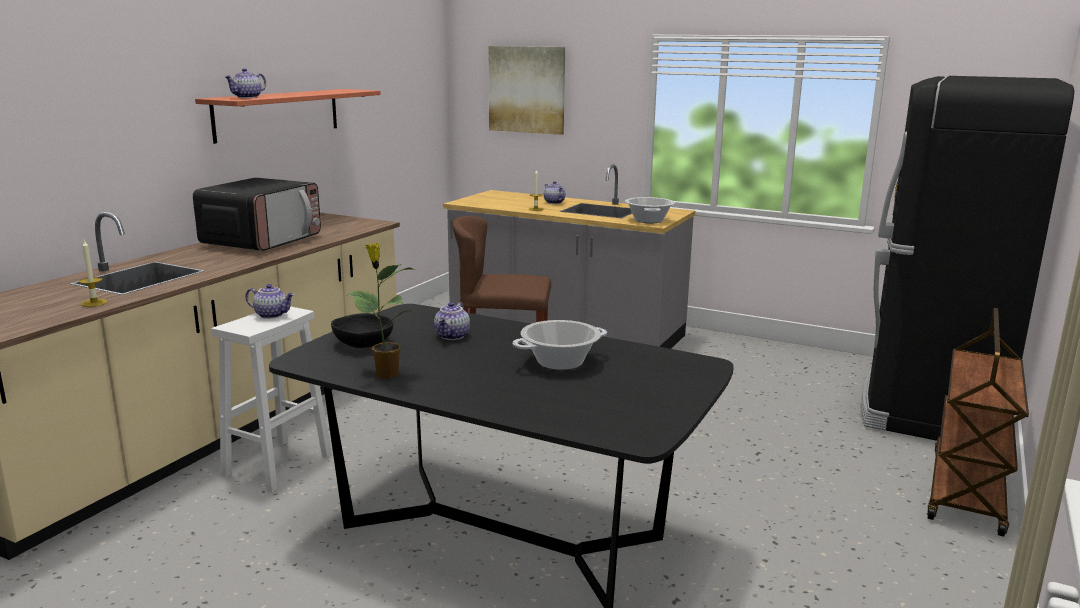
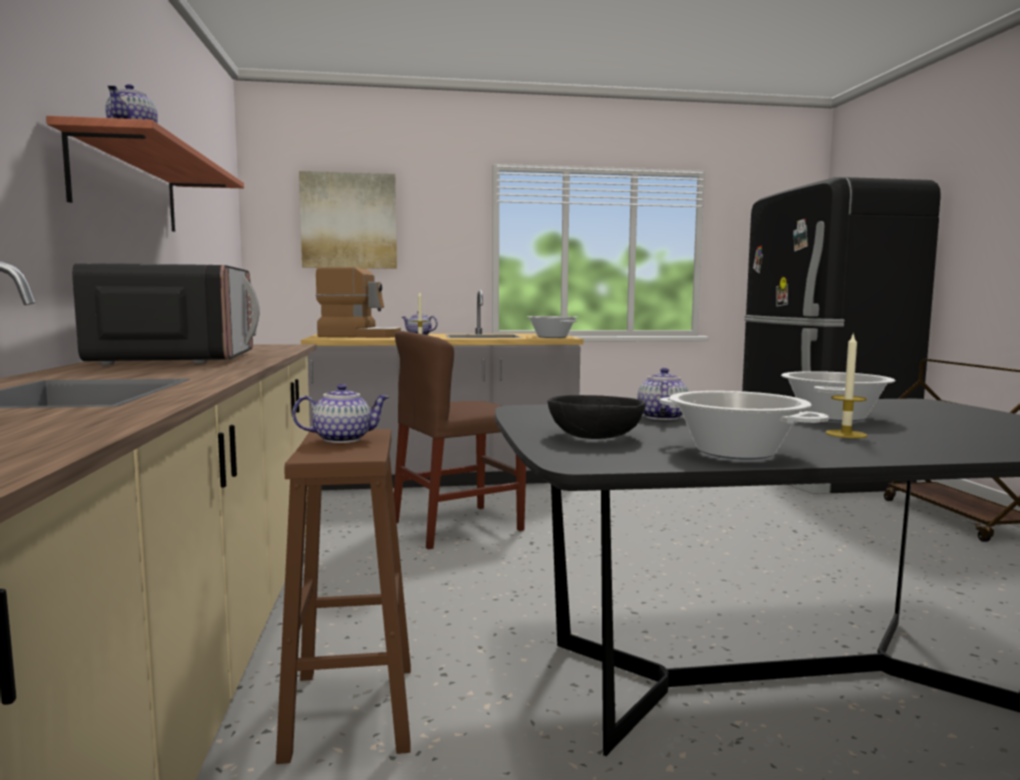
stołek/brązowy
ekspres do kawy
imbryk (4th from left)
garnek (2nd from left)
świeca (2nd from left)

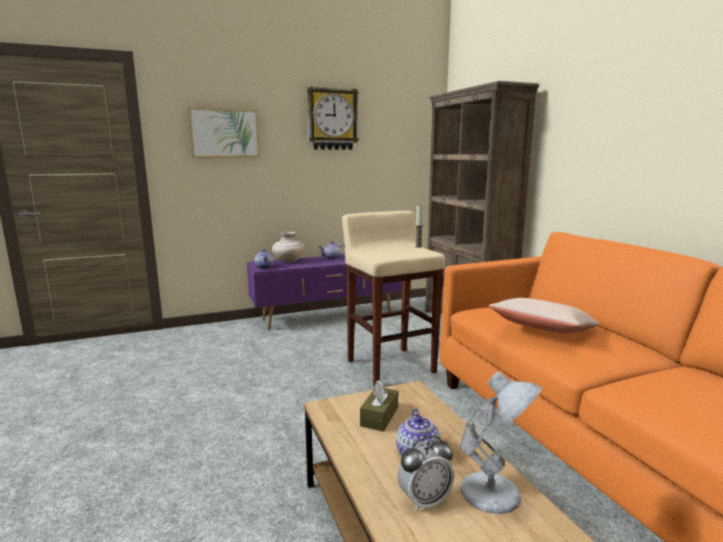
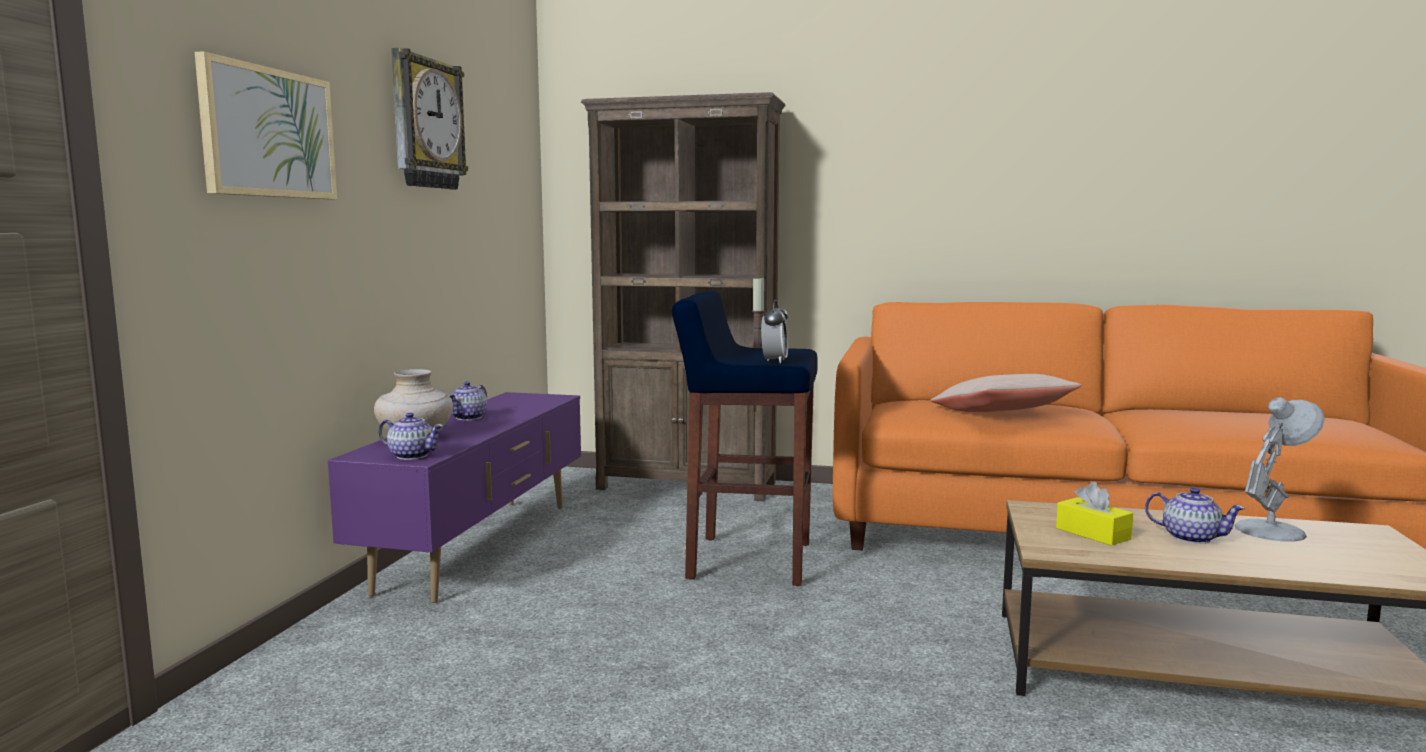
stołek/niebieski
budzik
pudełko chusteczek/żółty

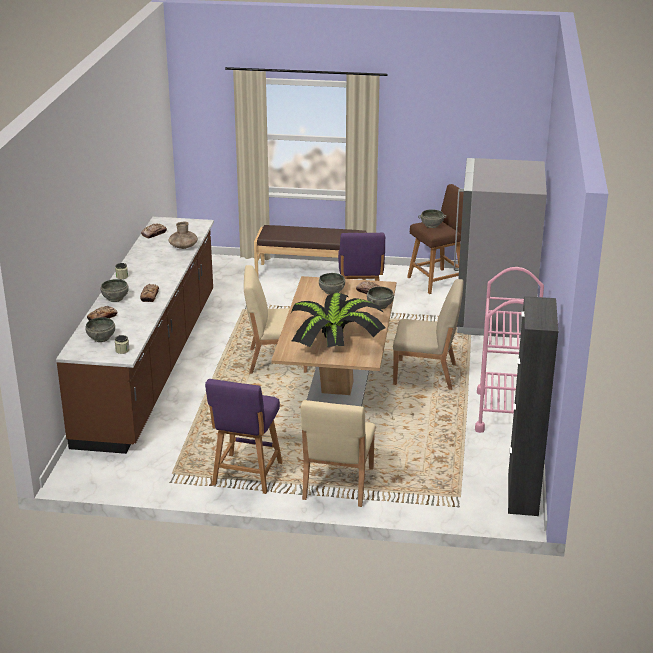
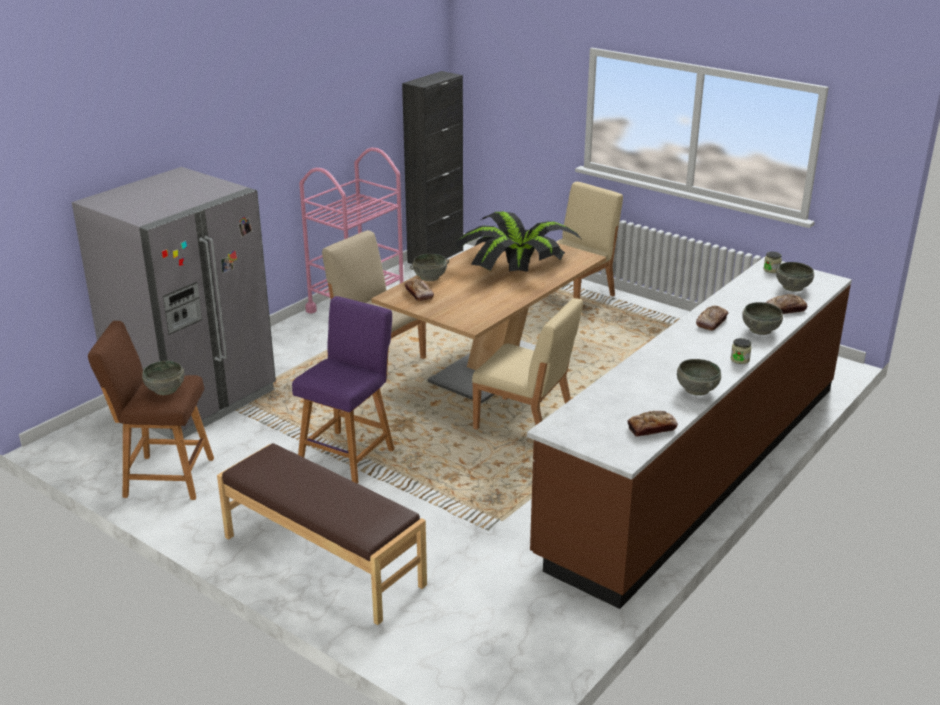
miska/szary (3rd from left)
wazon/brązowy
stołek/fioletowy (1st from left in the first image)

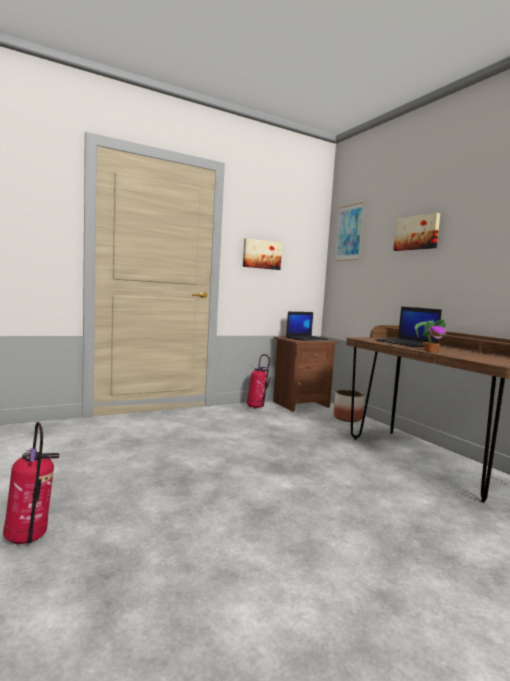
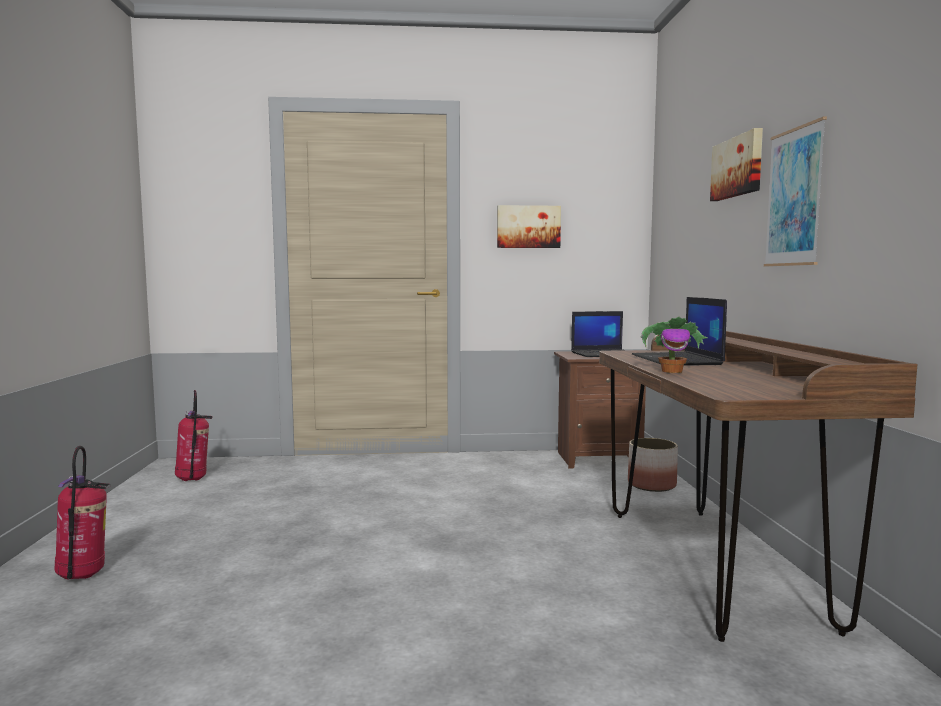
gaśnica (2nd from left)
obraz (3rd from left)

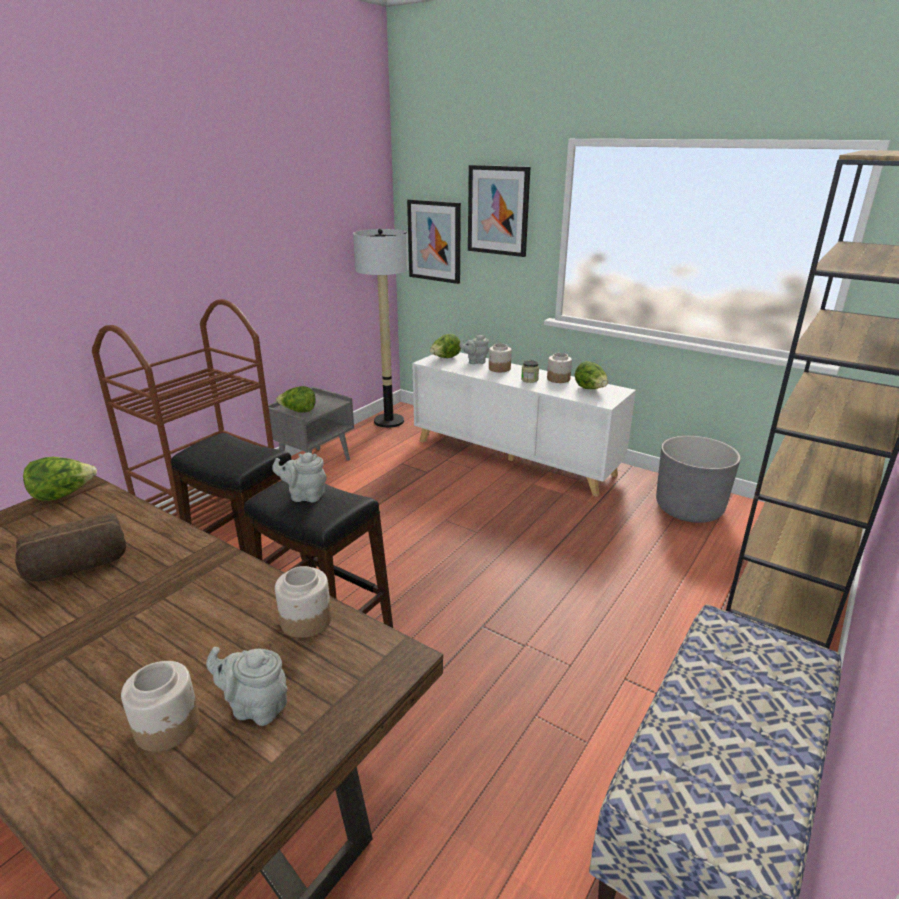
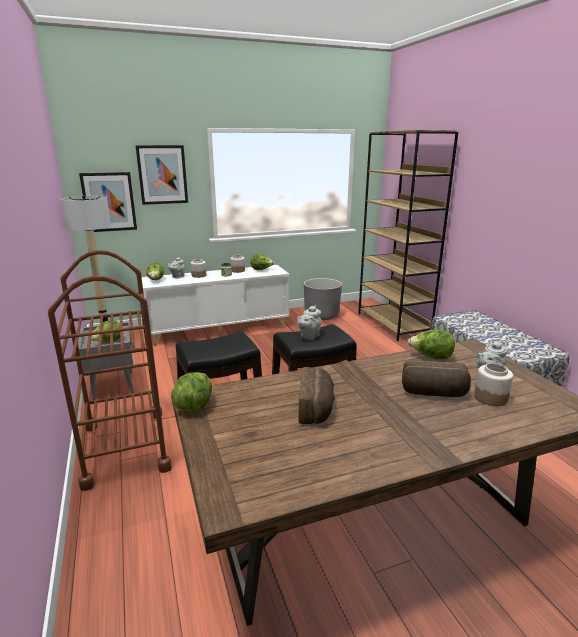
chleb (2nd from left)
sałata (5th from left)

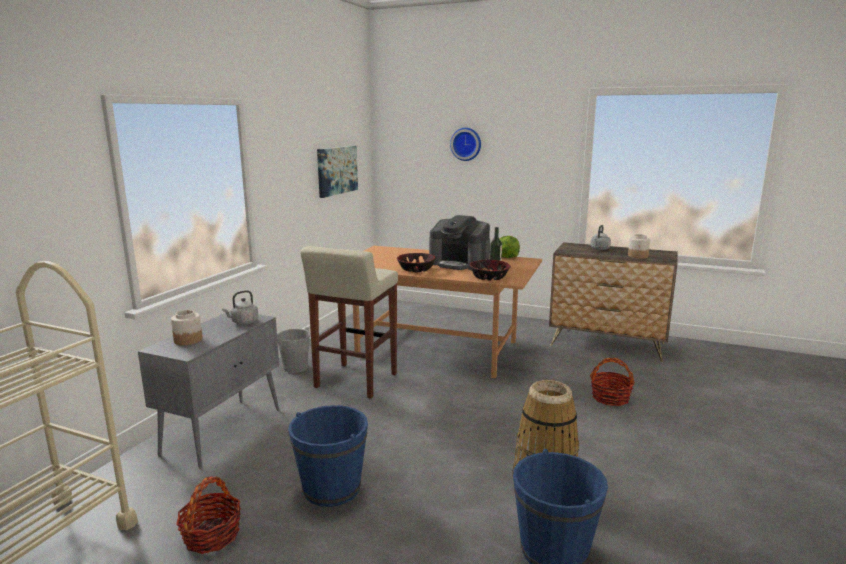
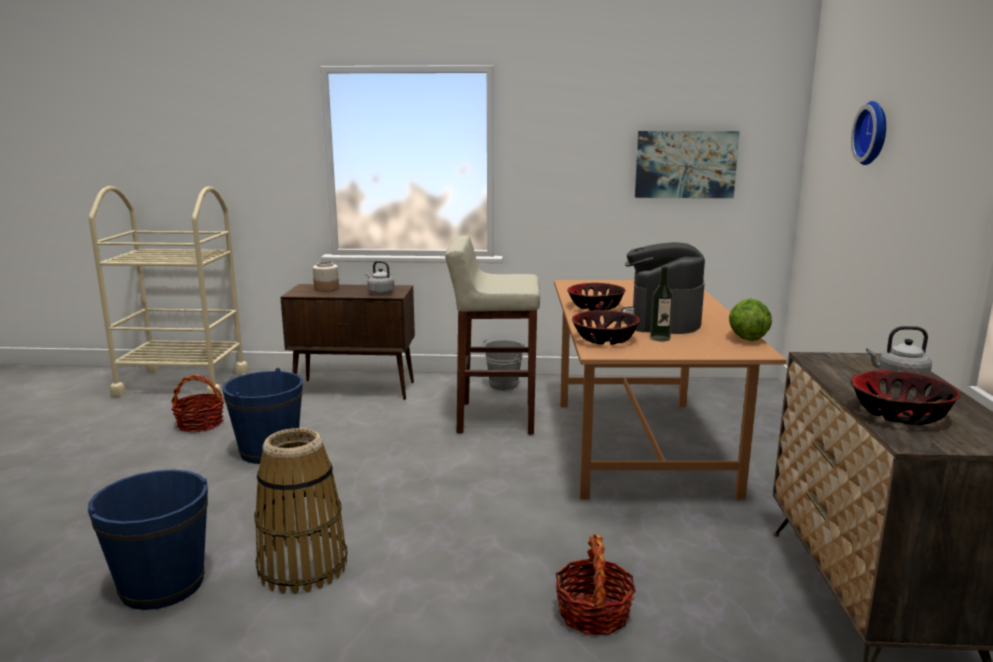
szafka/brązowy
miska (3rd from left)

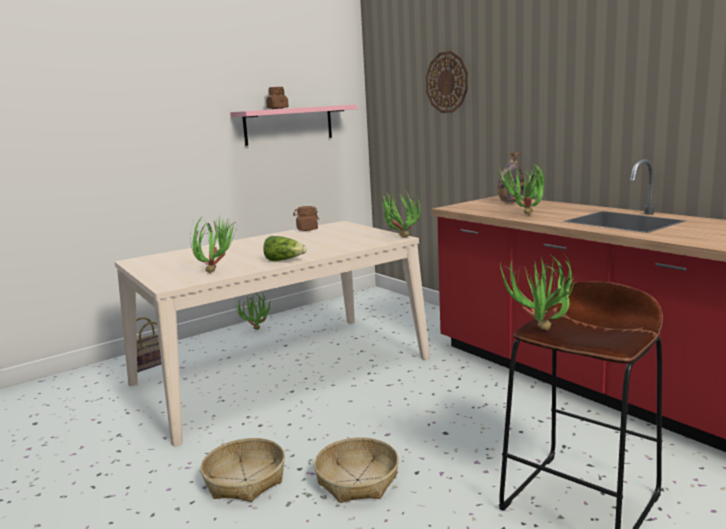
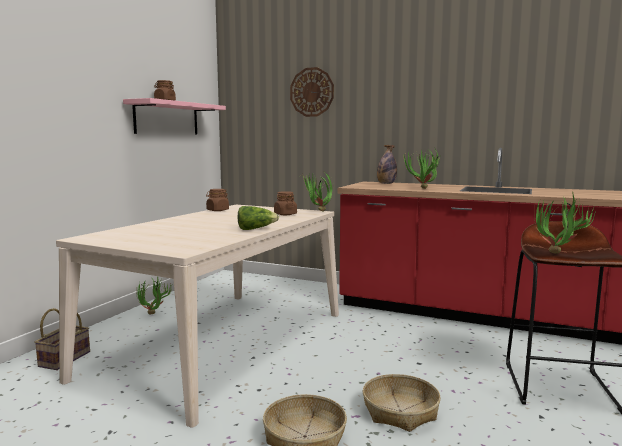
słoik/brązowy (3rd from left)
roślina doniczkowa (1st from left in the first image)

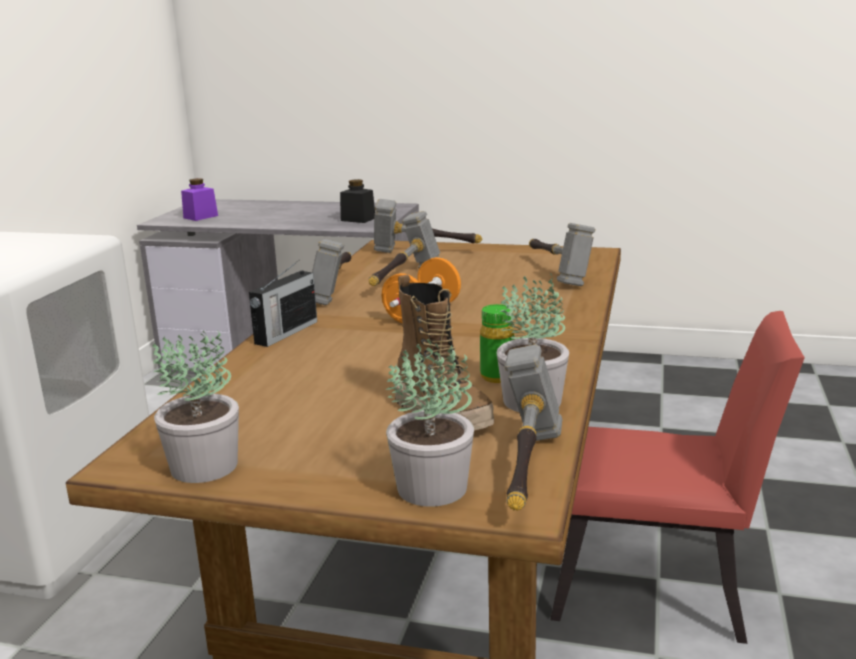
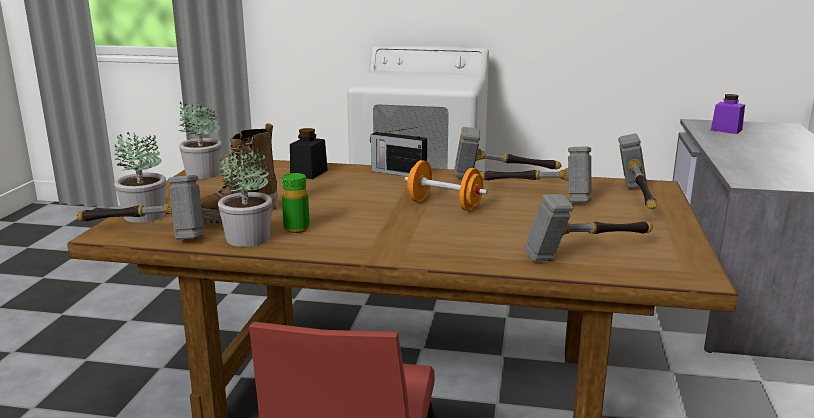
słoik/czarny

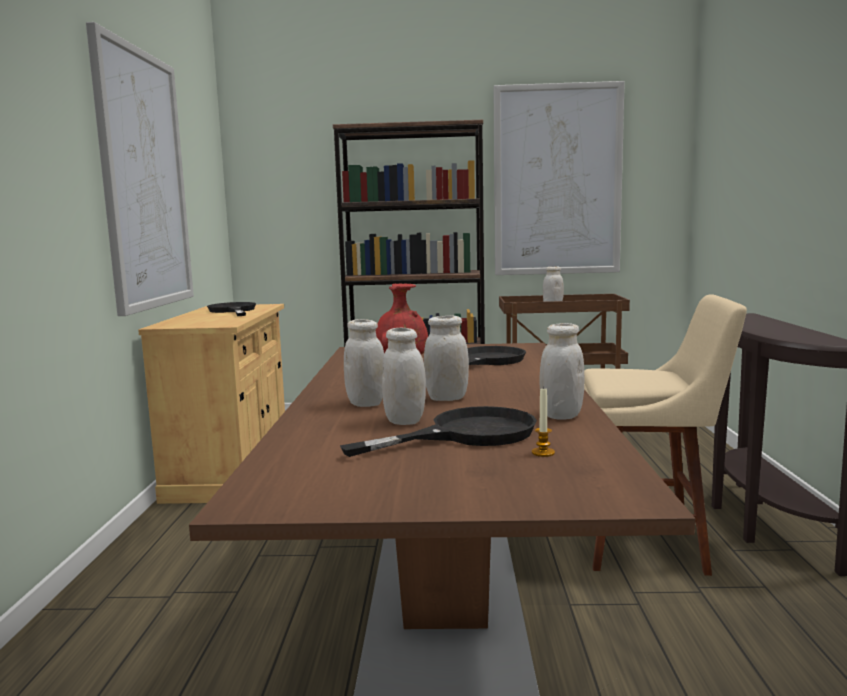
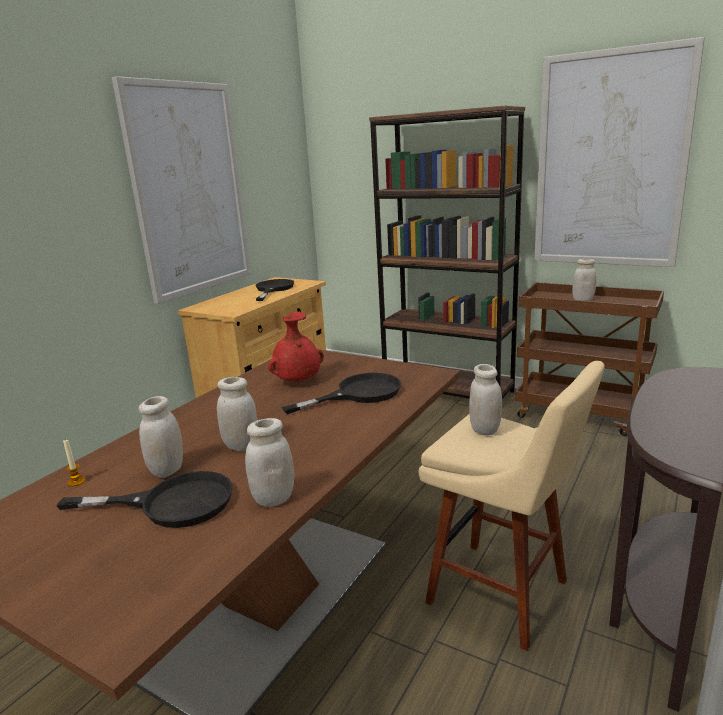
świeca
słoik/biały (4th from left)

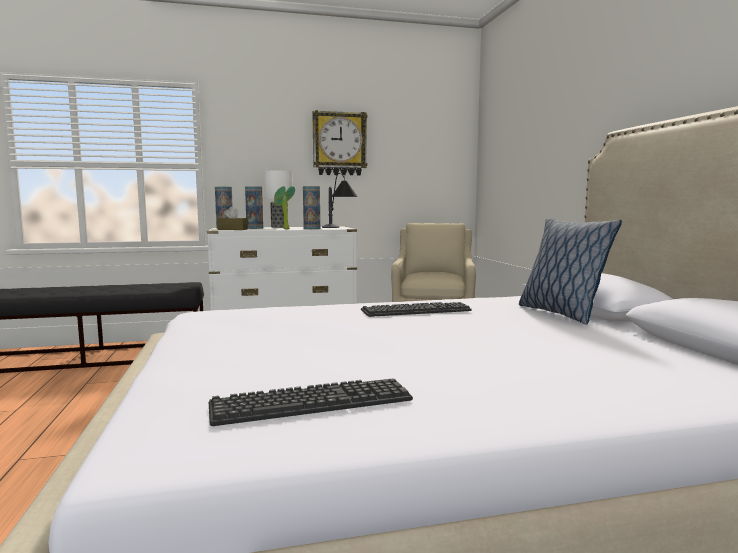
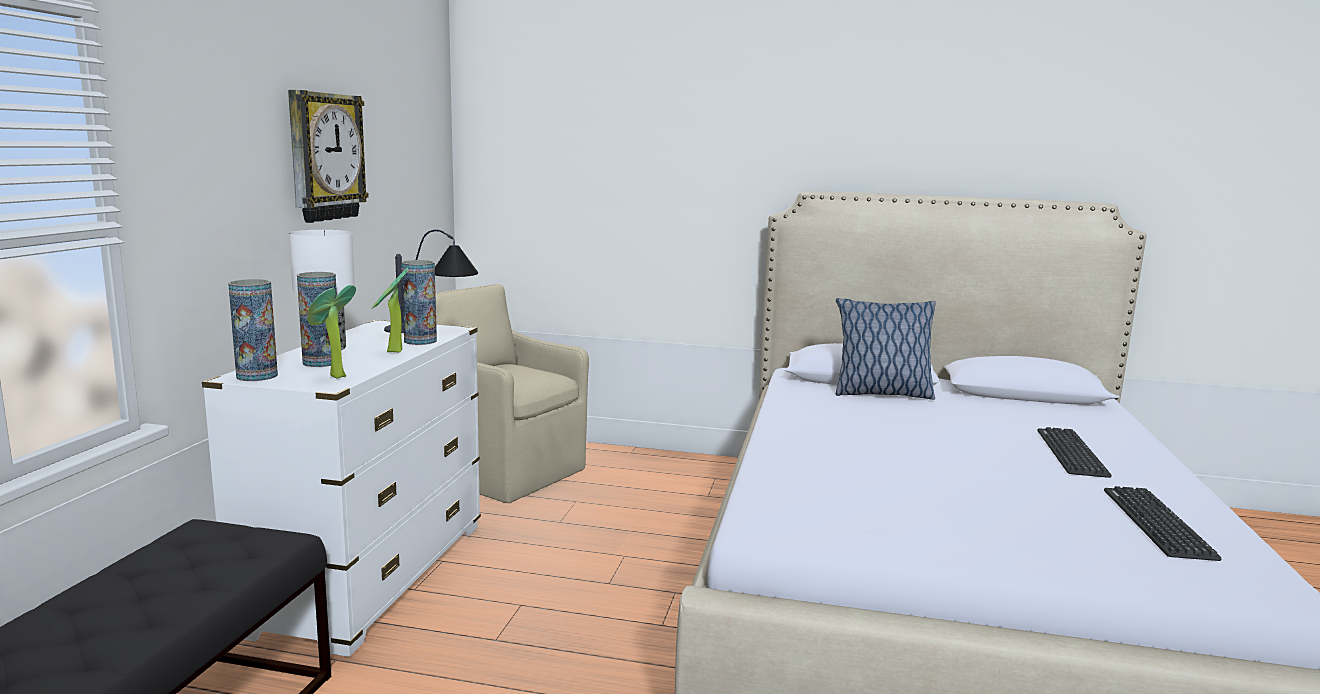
roślina doniczkowa (1st from left)
klawiatura (1st from left)

